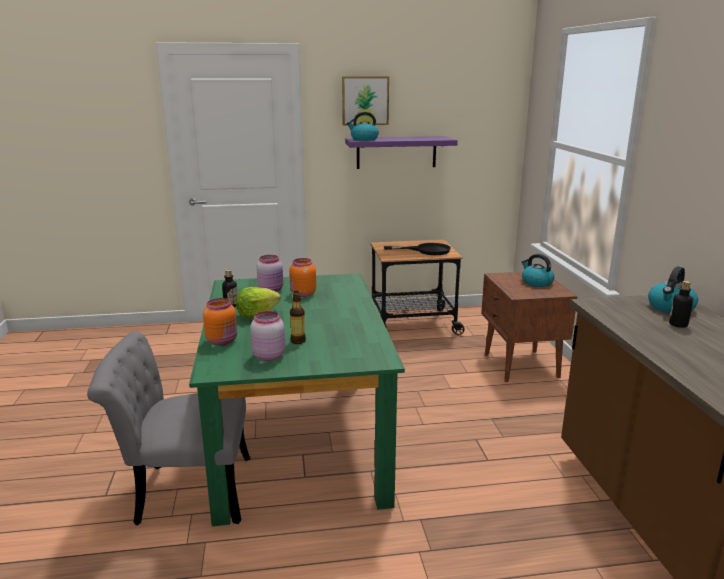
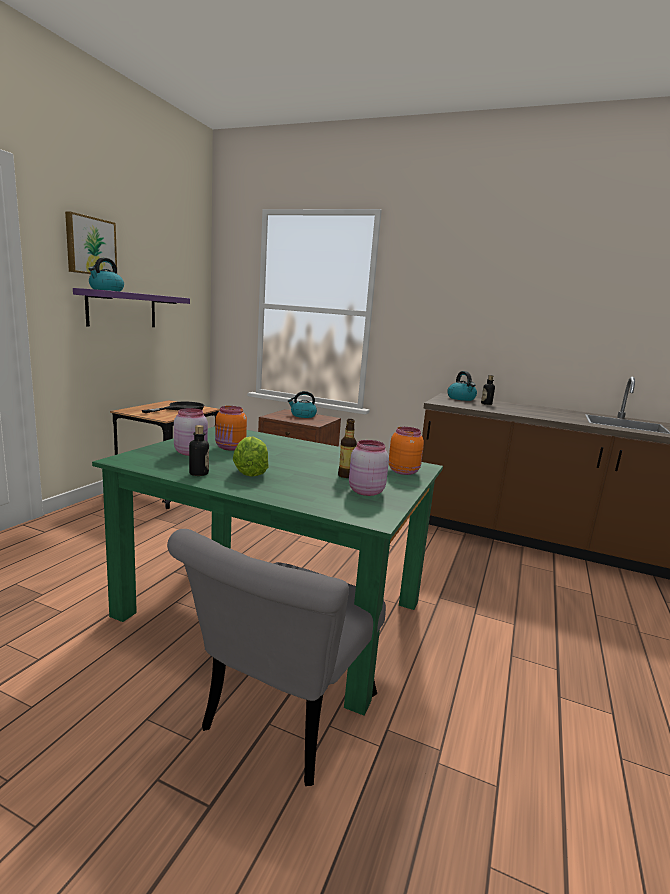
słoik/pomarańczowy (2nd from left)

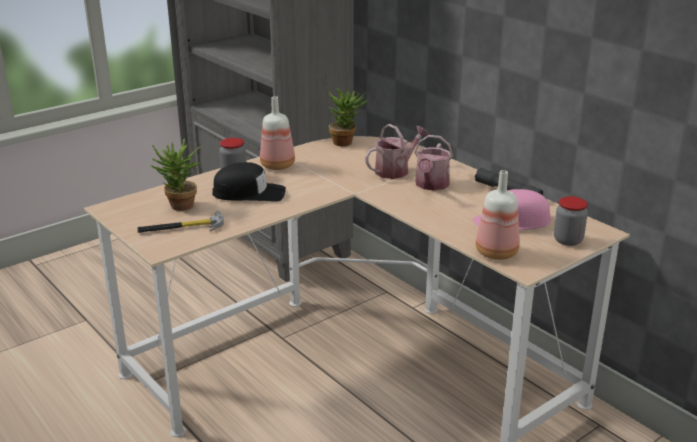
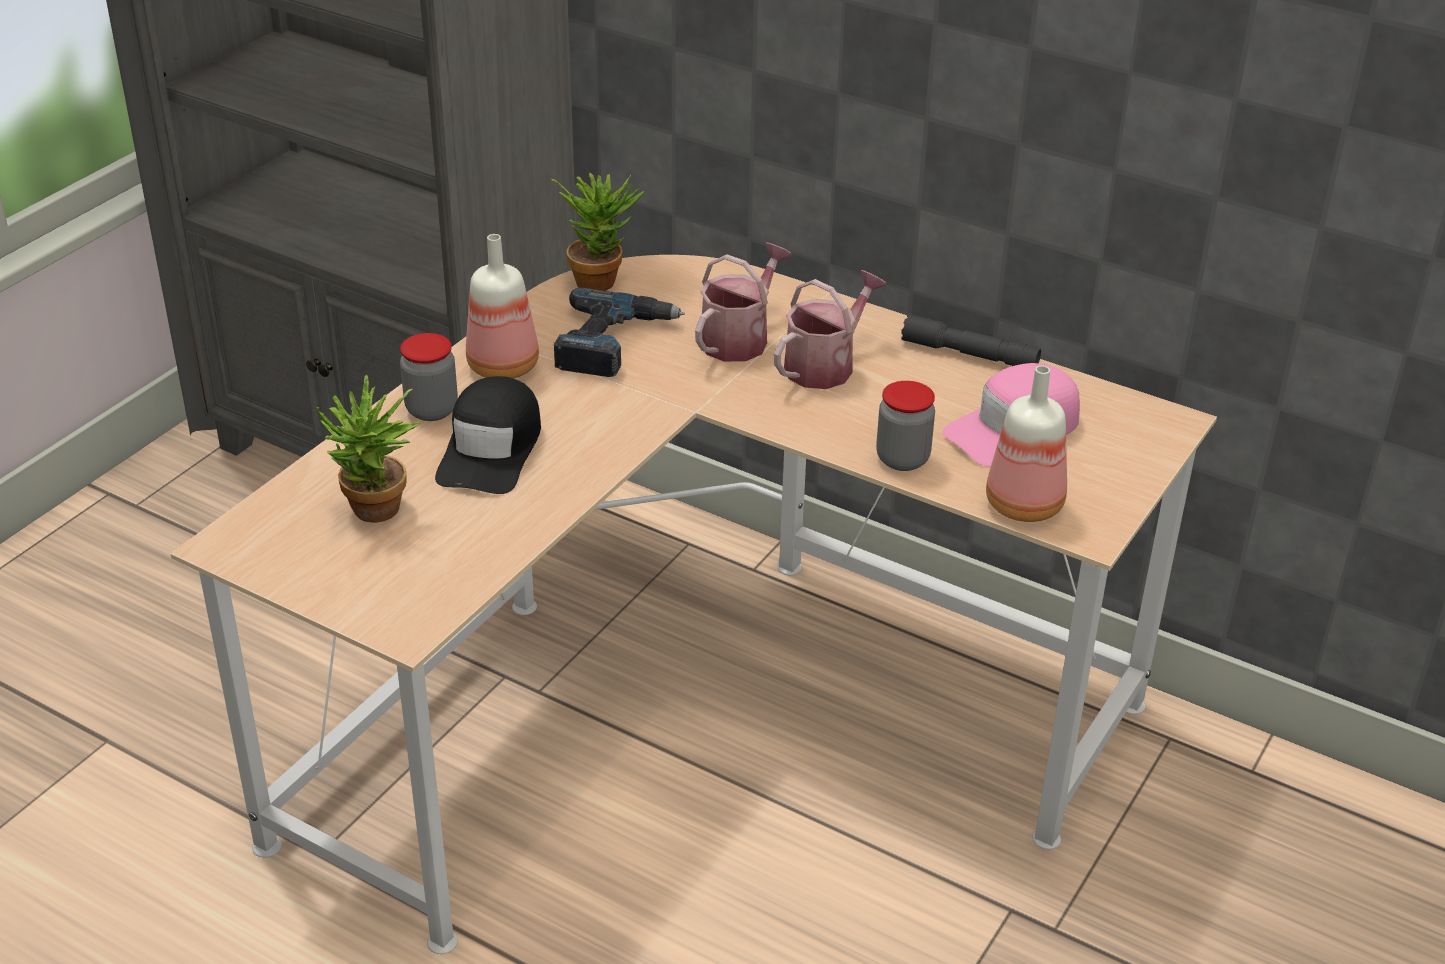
czapka z daszkiem/czarny
wiertarka
konewka (2nd from left)
słoik (2nd from left)
młotek

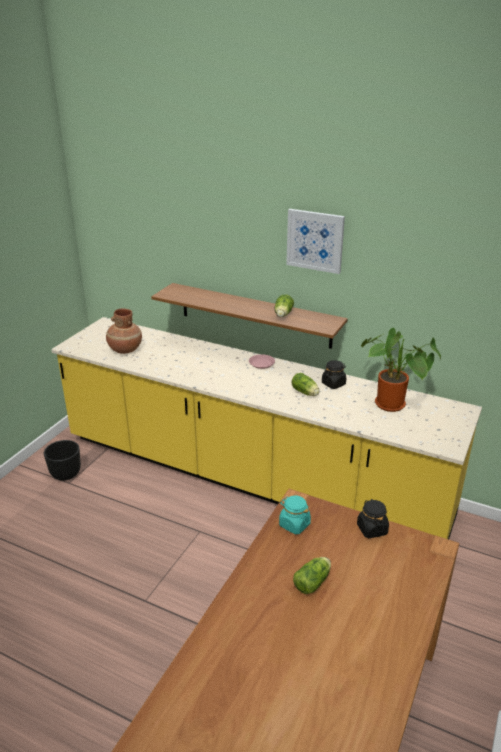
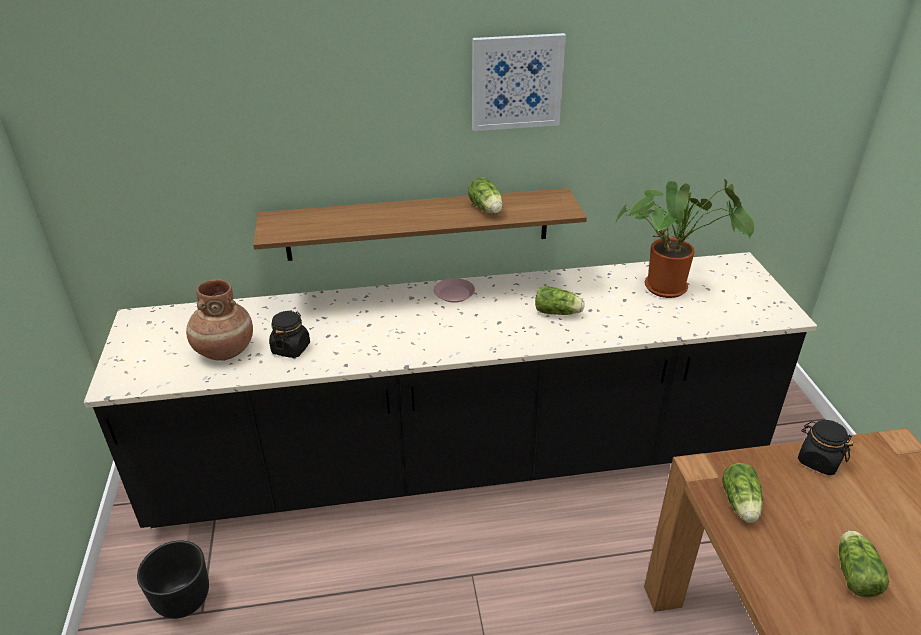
zabudowa kuchenna/czarny
słoik/czarny (1st from left)
sałata (3rd from left)

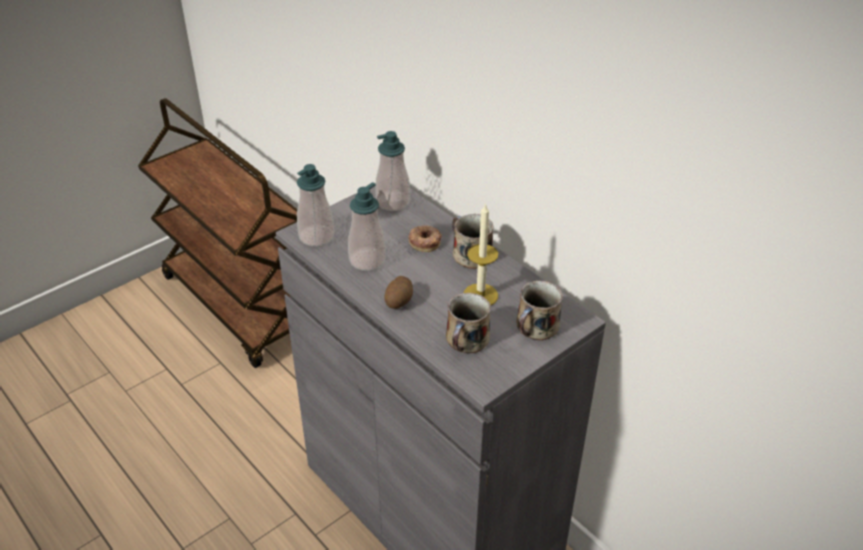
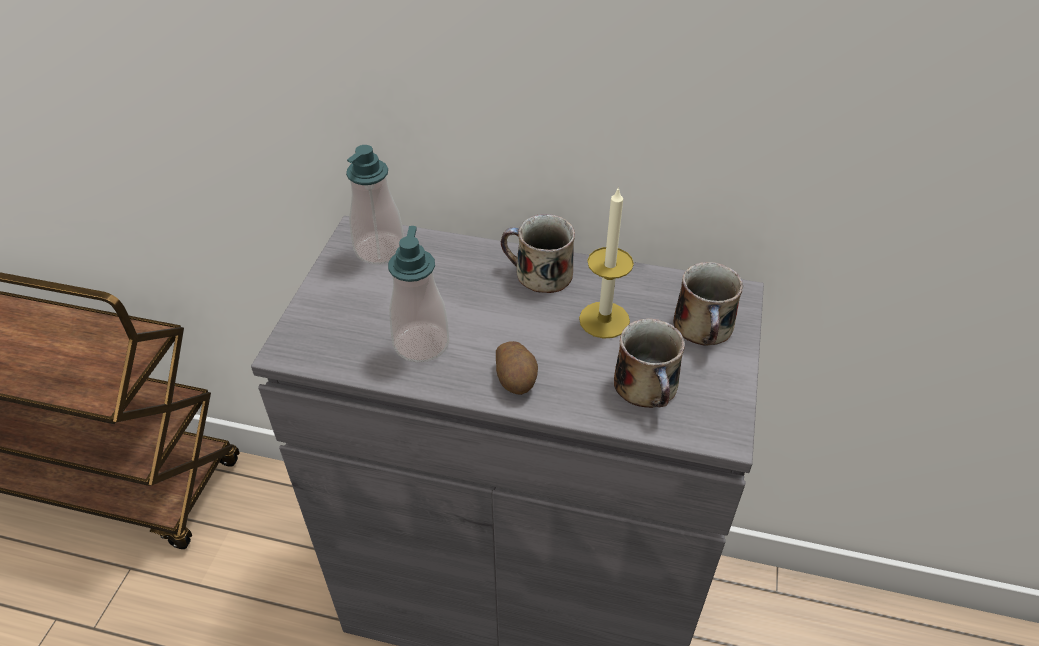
dozownik mydła (1st from left in the first image)
donut

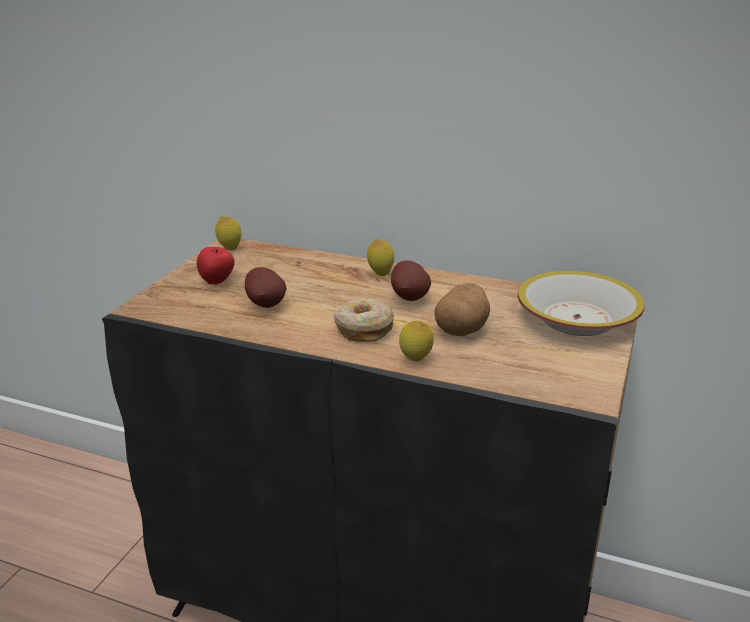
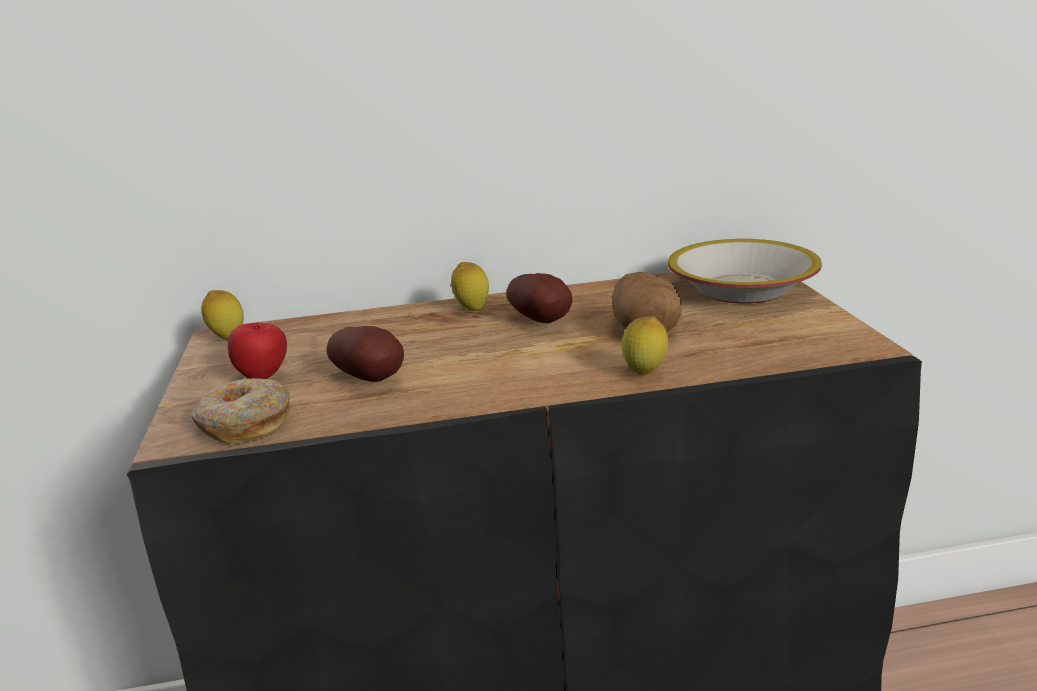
donut

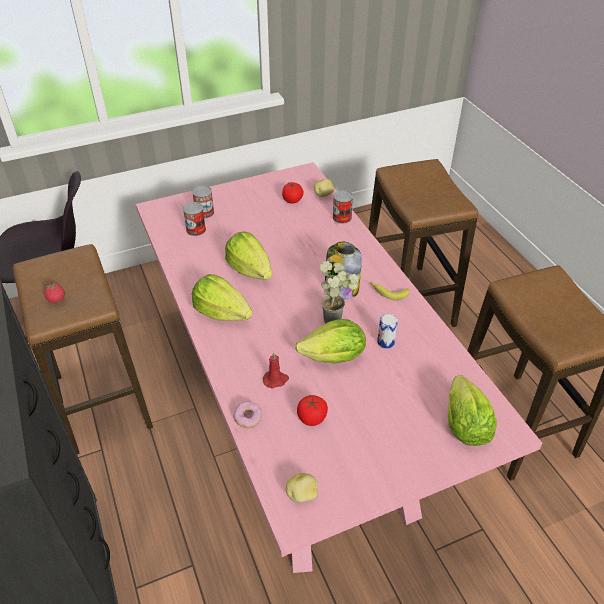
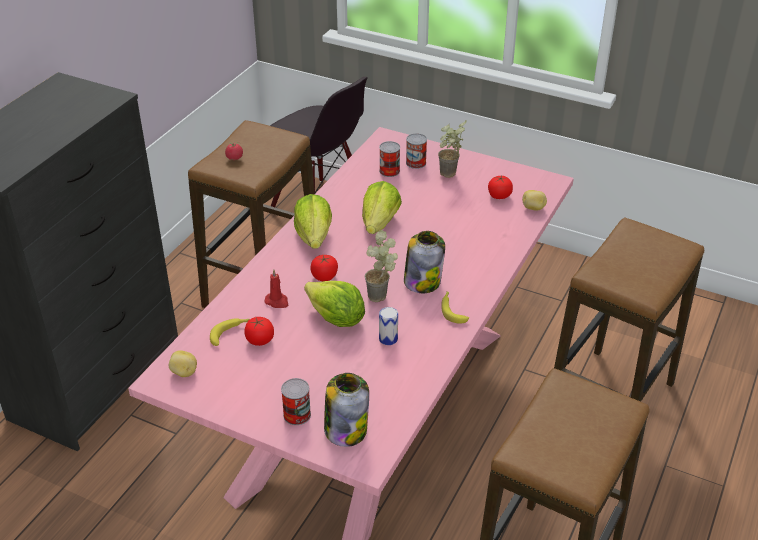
banan (1st from left)
puszka (1st from left)
pomidor (3rd from left)
słoik (1st from left)
roślina doniczkowa (2nd from left)
donut

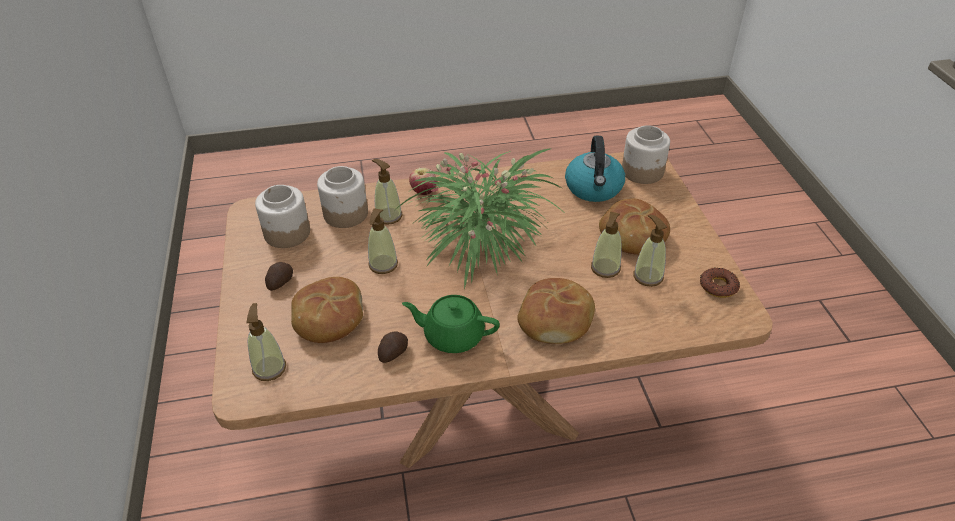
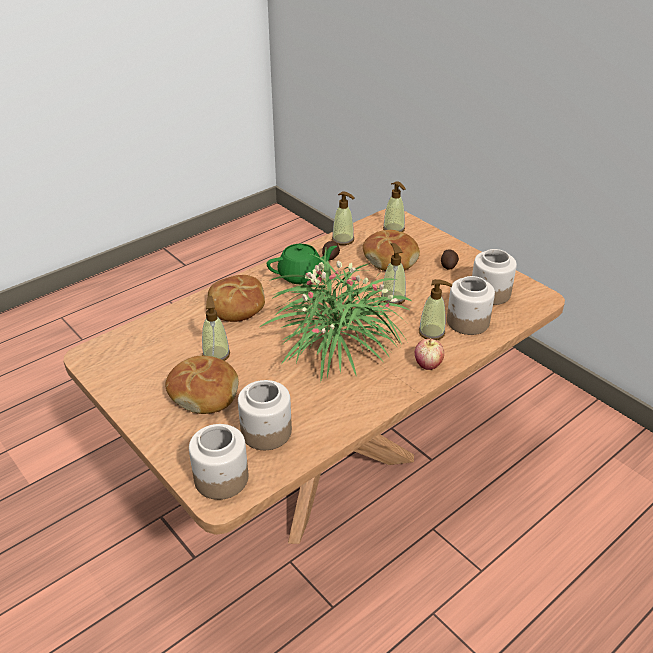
słoik (2nd from left)
dozownik mydła (2nd from left)
donut

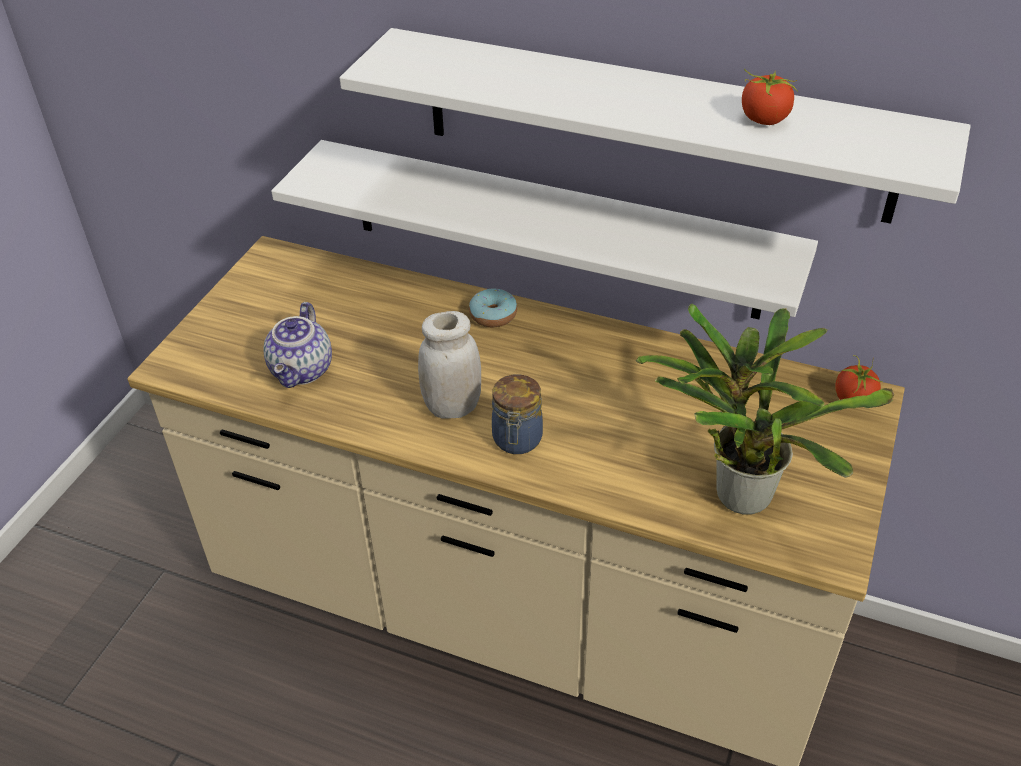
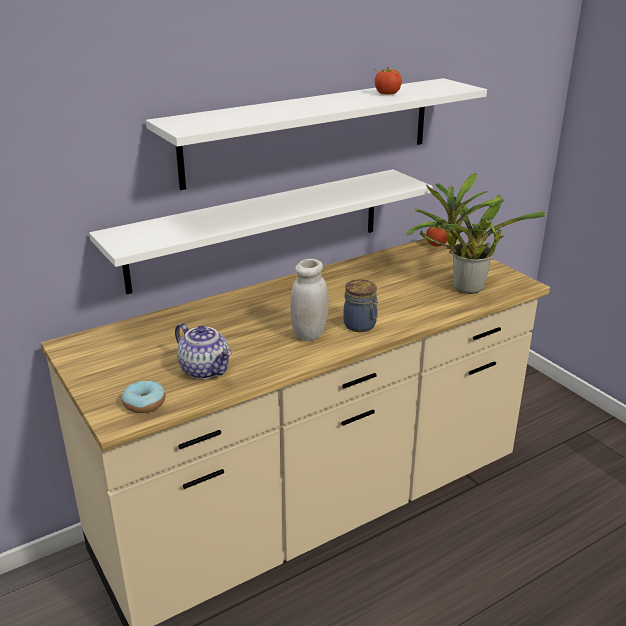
donut

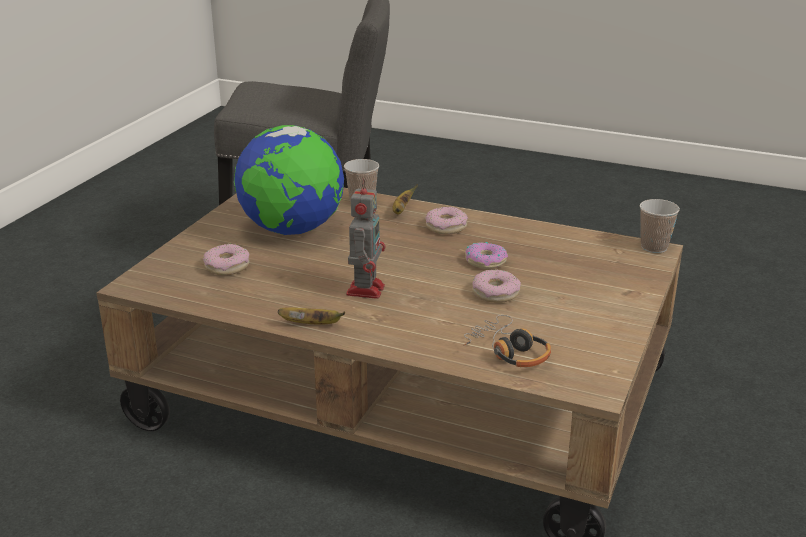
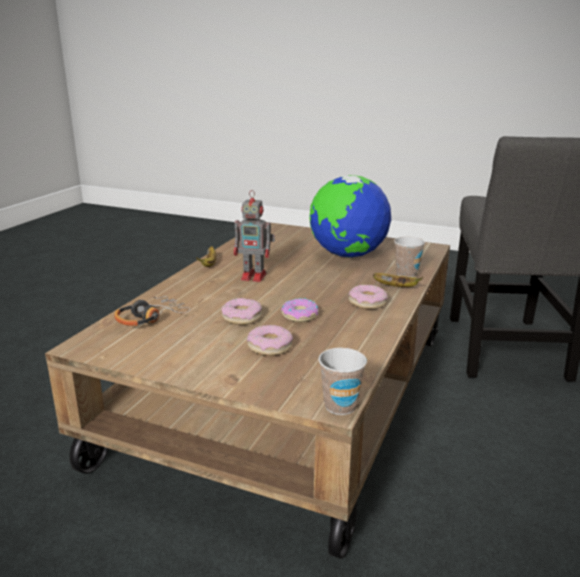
donut (2nd from left)

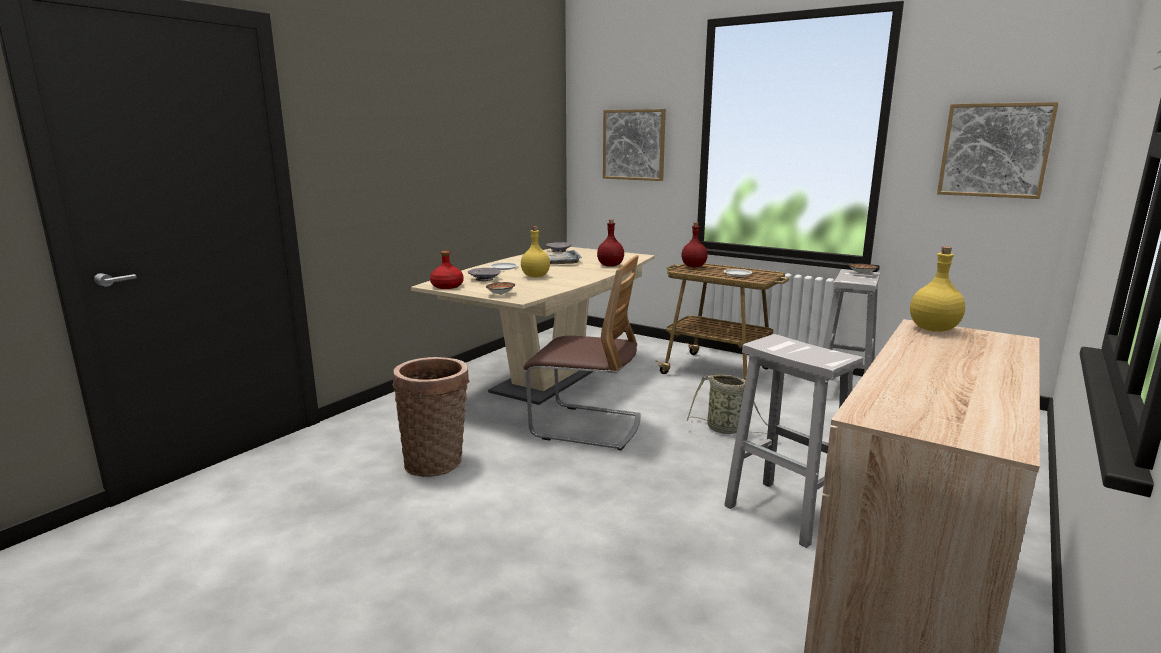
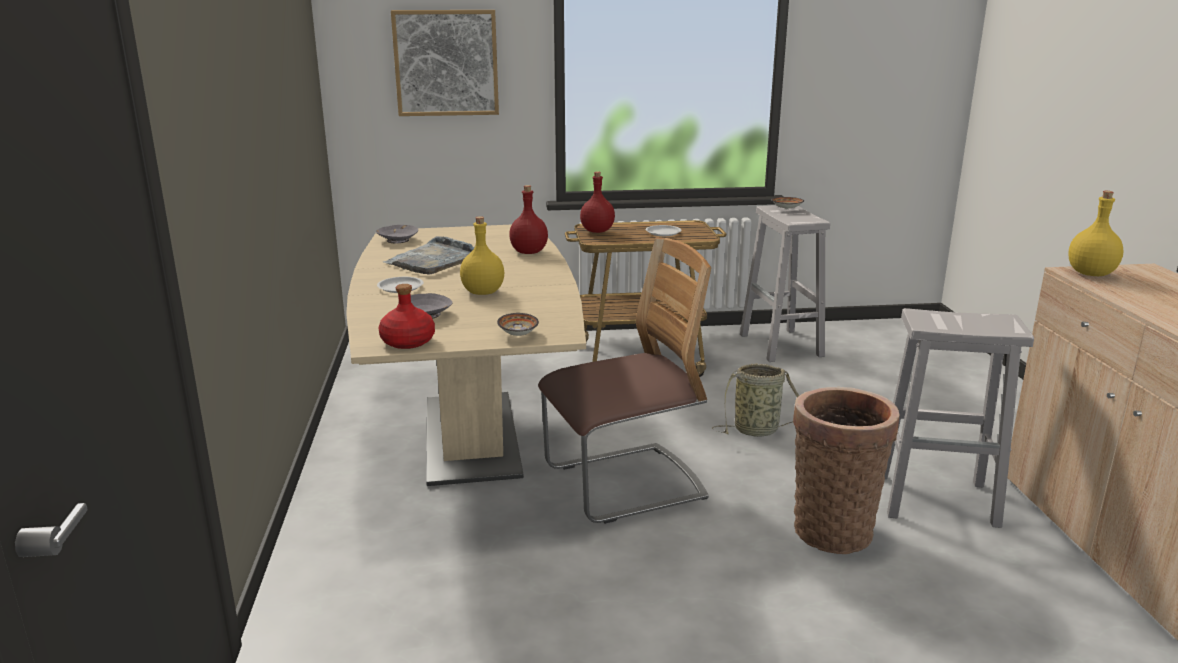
koszyk (2nd from left)
obraz (2nd from left in the first image)

